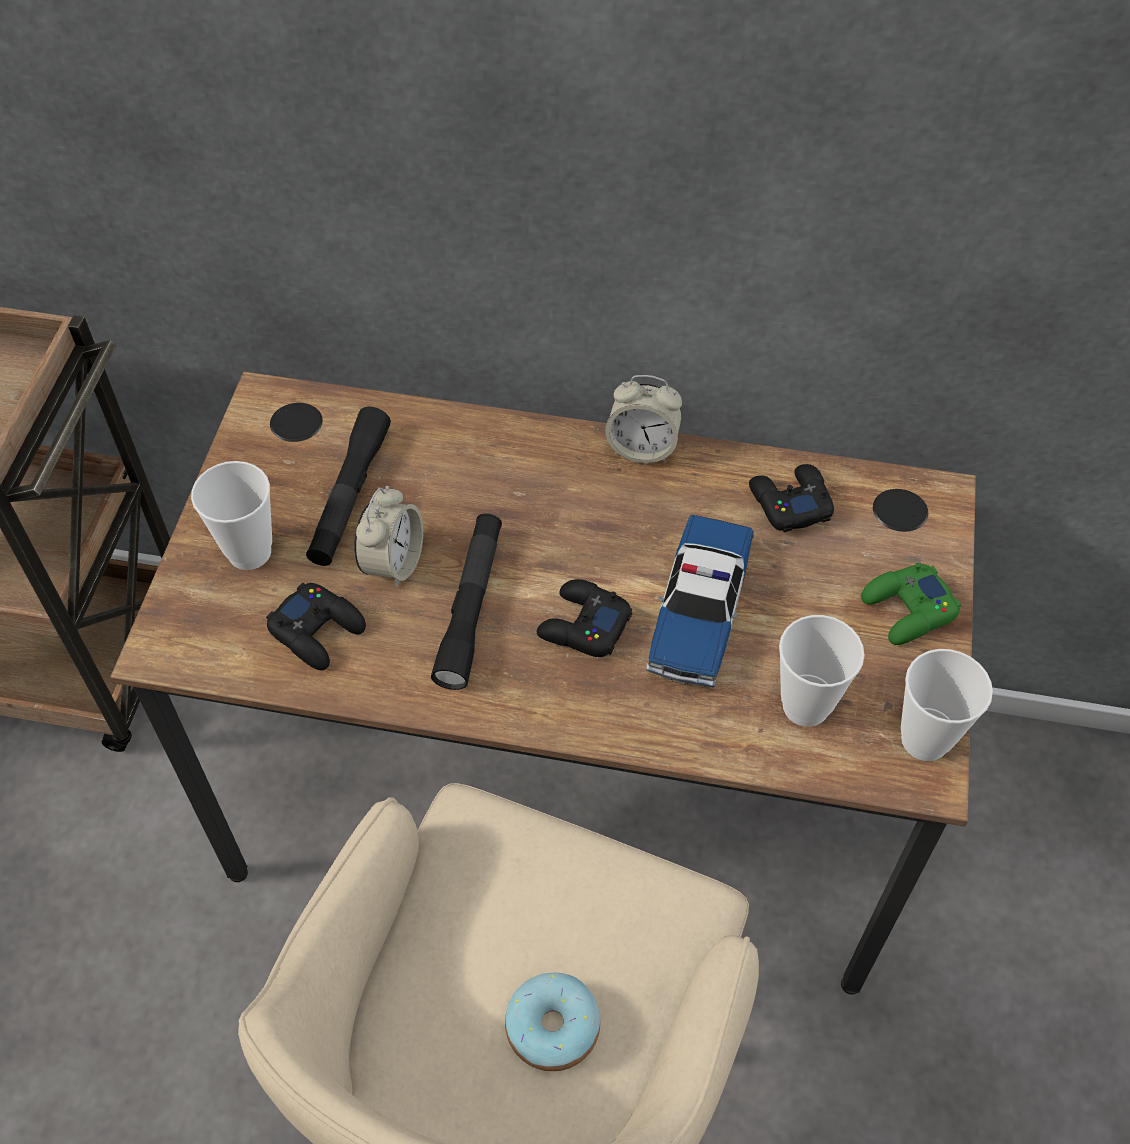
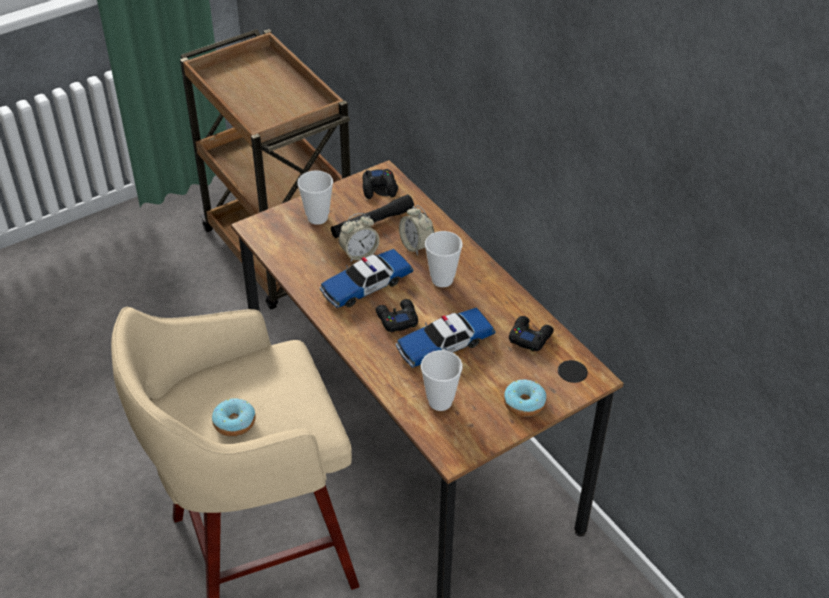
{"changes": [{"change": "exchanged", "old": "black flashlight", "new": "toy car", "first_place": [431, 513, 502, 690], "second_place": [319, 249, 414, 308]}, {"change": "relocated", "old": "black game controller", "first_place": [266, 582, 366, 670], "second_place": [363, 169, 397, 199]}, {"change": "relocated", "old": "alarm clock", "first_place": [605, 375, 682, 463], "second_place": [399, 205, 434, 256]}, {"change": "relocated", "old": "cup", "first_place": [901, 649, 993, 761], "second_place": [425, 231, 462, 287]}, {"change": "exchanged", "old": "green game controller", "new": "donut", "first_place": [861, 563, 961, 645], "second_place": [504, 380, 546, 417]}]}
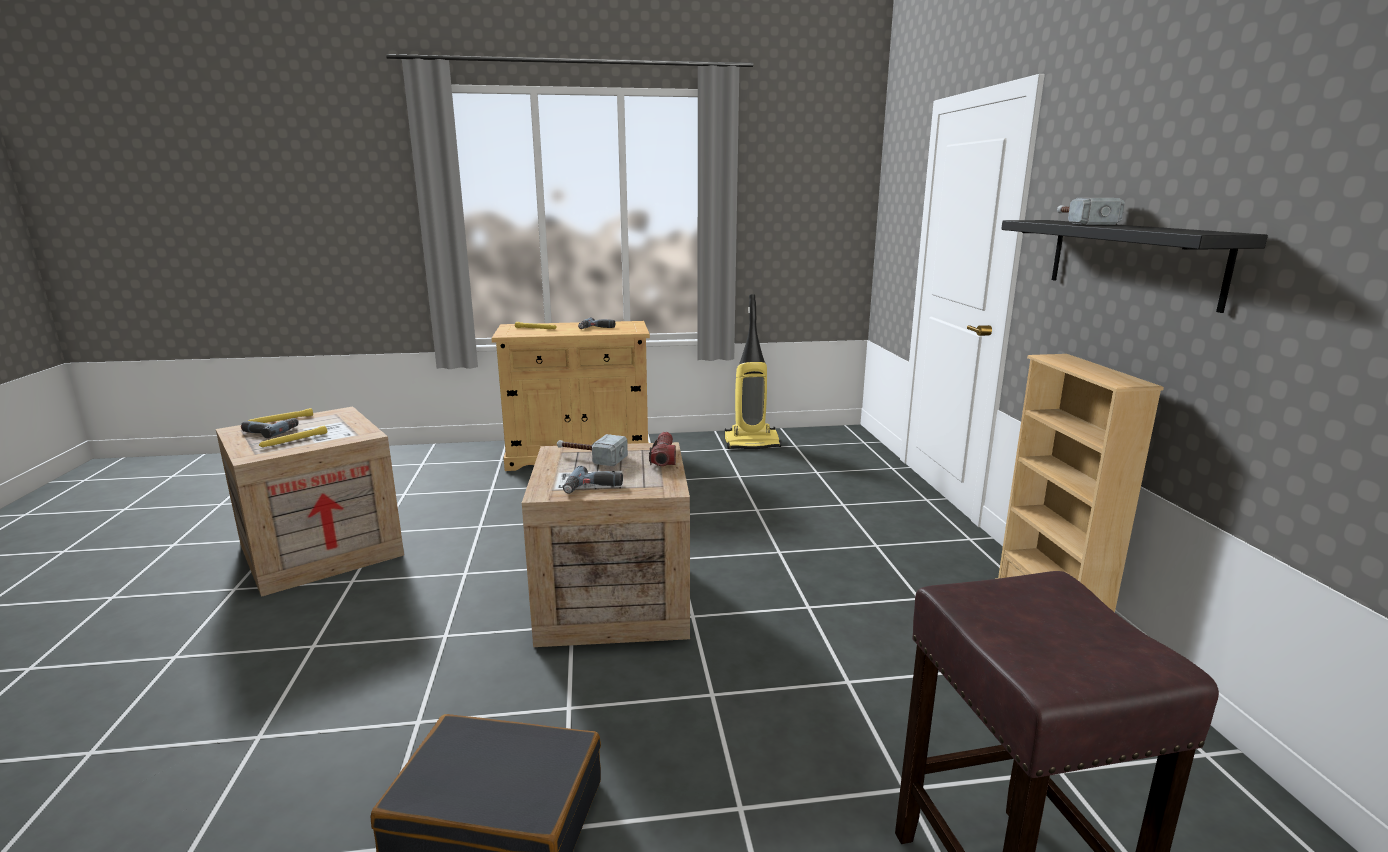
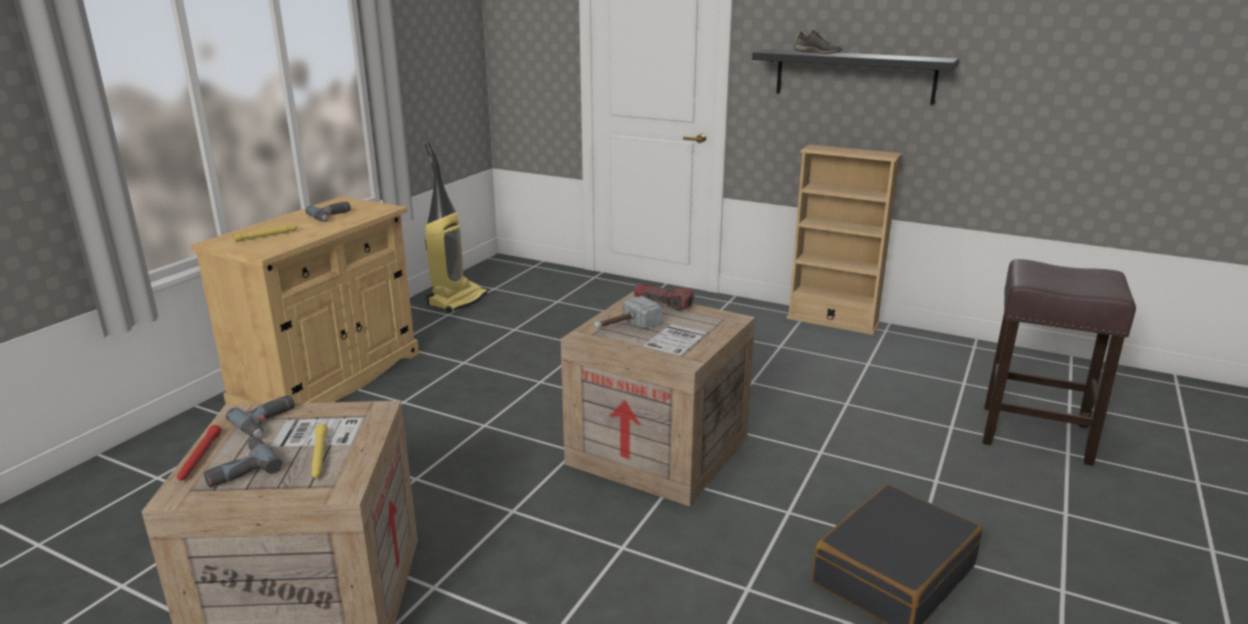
{"changes": [{"change": "colour", "old": "yellow flashlight", "new": "red flashlight", "first_place": [248, 408, 313, 423], "second_place": [177, 425, 222, 481]}, {"change": "relocated", "old": "power drill", "first_place": [563, 466, 623, 494], "second_place": [226, 395, 295, 438]}, {"change": "exchanged", "old": "hammer", "new": "grey shoe", "first_place": [1057, 198, 1125, 225], "second_place": [795, 30, 842, 54]}]}
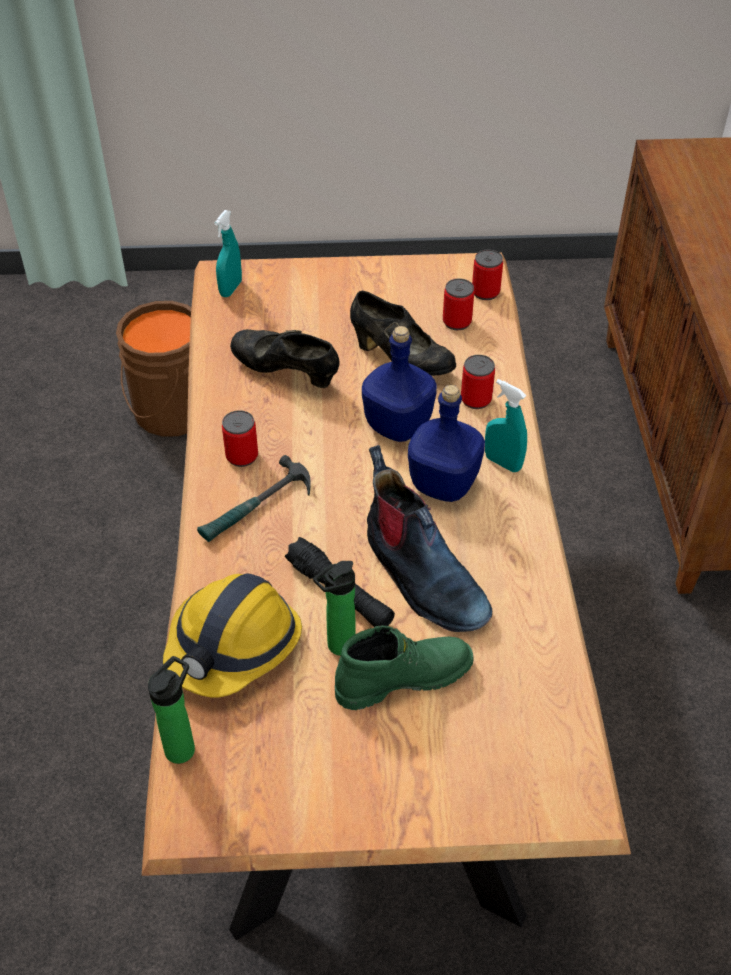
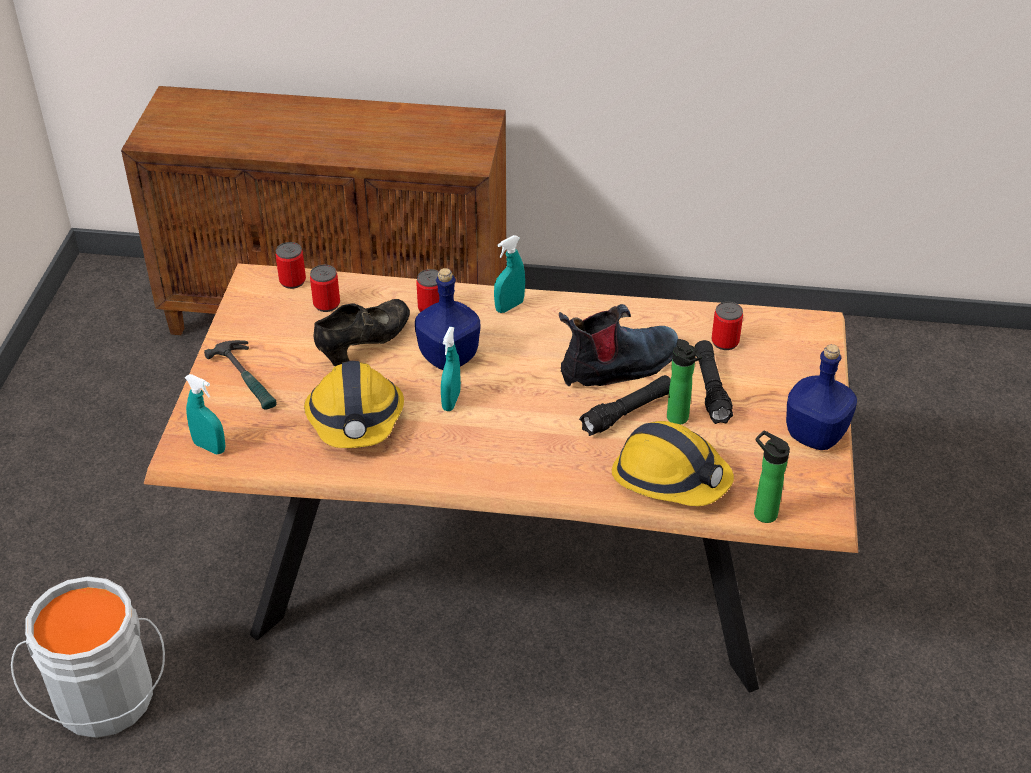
{"changes": [{"change": "colour", "old": "brown bucket", "new": "grey bucket", "first_place": [116, 301, 191, 437], "second_place": [11, 576, 165, 738]}, {"change": "relocated", "old": "hammer", "first_place": [197, 455, 311, 542], "second_place": [204, 340, 276, 409]}, {"change": "exchanged", "old": "black shoe", "new": "hard hat", "first_place": [230, 329, 339, 388], "second_place": [304, 361, 404, 448]}, {"change": "appeared", "new": "turquoise spray bottle", "second_place": [441, 327, 461, 411]}, {"change": "exchanged", "old": "green boot", "new": "black flashlight", "first_place": [335, 626, 473, 710], "second_place": [695, 340, 733, 424]}, {"change": "relocated", "old": "can", "first_place": [222, 410, 258, 467], "second_place": [712, 302, 743, 350]}, {"change": "relocated", "old": "blue bottle", "first_place": [408, 385, 485, 502], "second_place": [786, 344, 857, 450]}]}
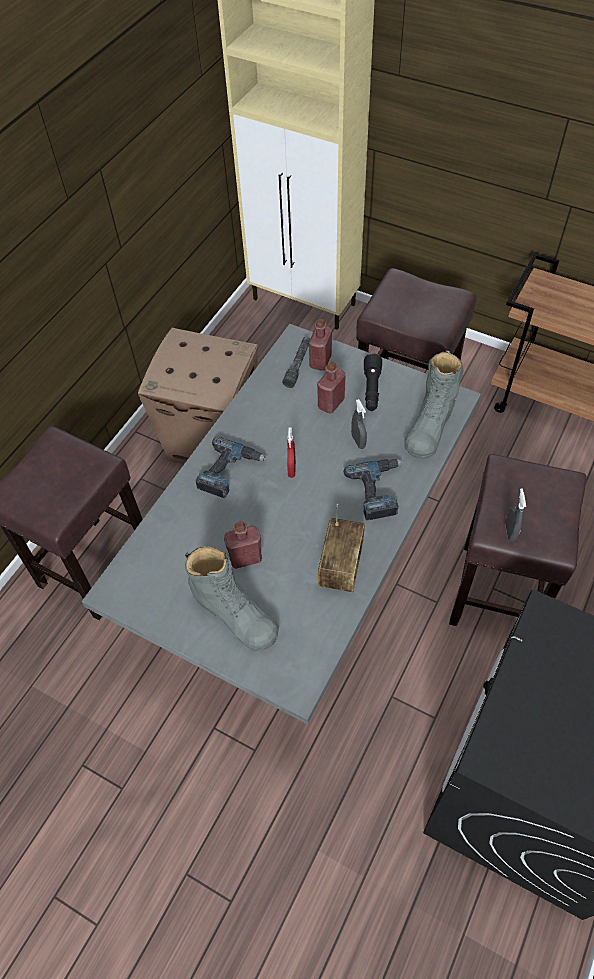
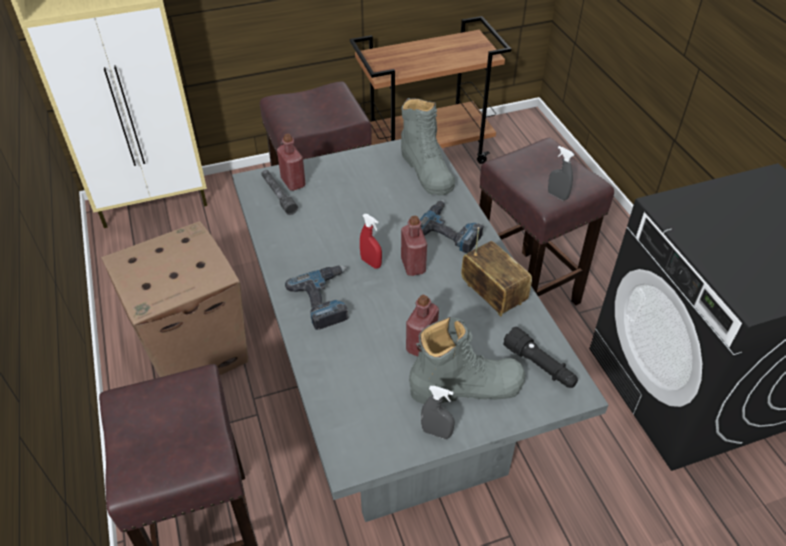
{"changes": [{"change": "relocated", "old": "red bottle", "first_place": [317, 361, 346, 413], "second_place": [401, 215, 427, 276]}, {"change": "relocated", "old": "grey spray bottle", "first_place": [351, 399, 367, 449], "second_place": [421, 386, 455, 439]}, {"change": "relocated", "old": "black flashlight", "first_place": [364, 354, 382, 411], "second_place": [503, 326, 578, 388]}]}
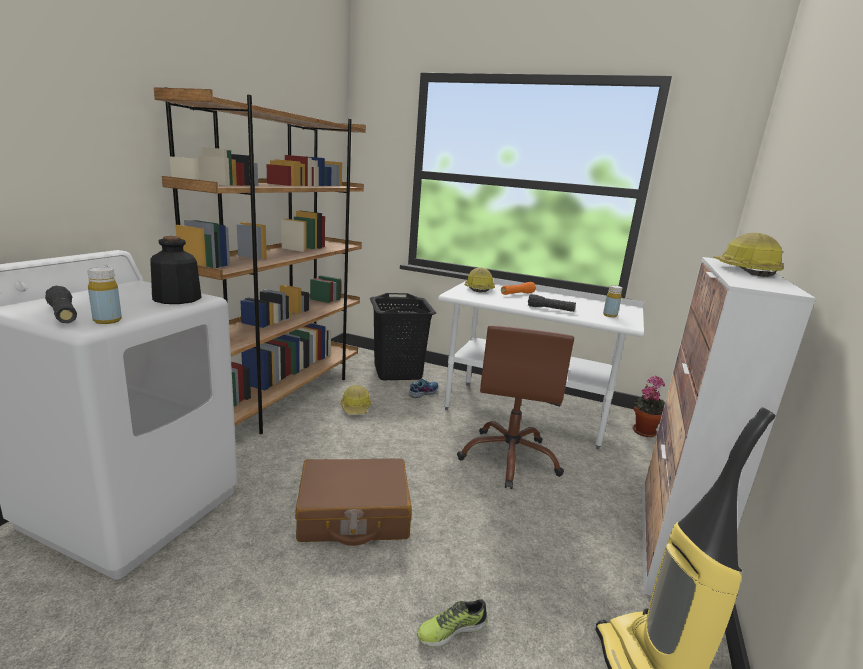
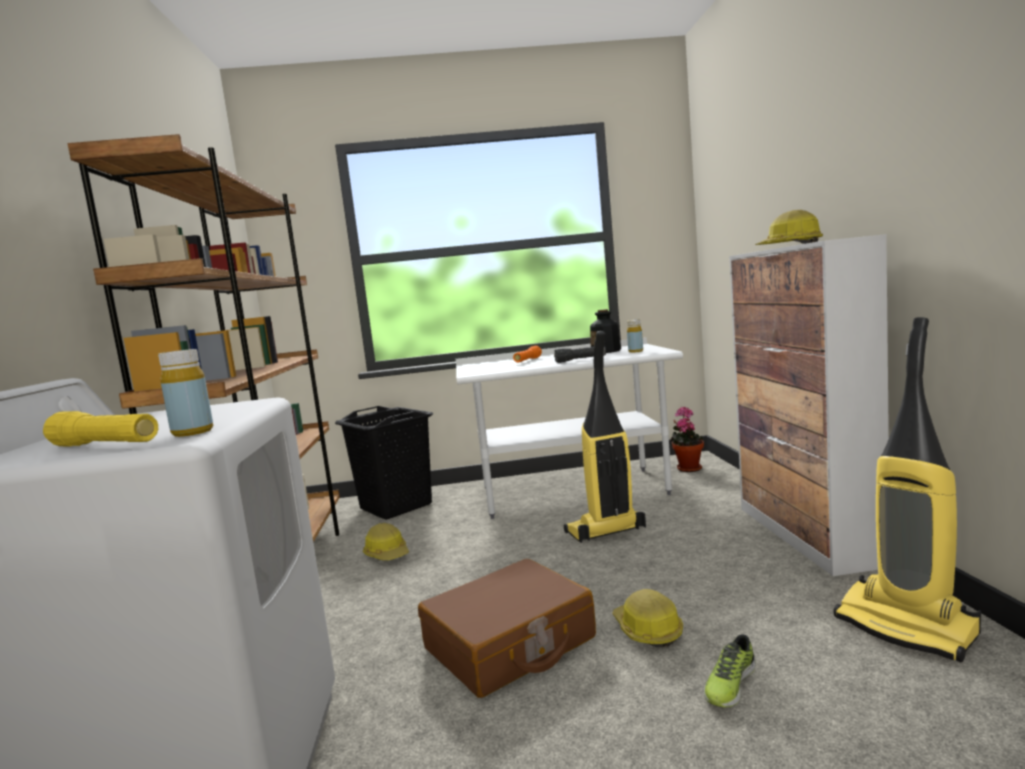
{"changes": [{"change": "colour", "old": "black flashlight", "new": "yellow flashlight", "first_place": [45, 286, 77, 323], "second_place": [43, 411, 158, 446]}, {"change": "exchanged", "old": "brown office chair", "new": "vacuum cleaner", "first_place": [457, 325, 574, 489], "second_place": [564, 331, 646, 543]}, {"change": "relocated", "old": "bottle", "first_place": [150, 236, 202, 304], "second_place": [590, 309, 621, 353]}, {"change": "relocated", "old": "hard hat", "first_place": [465, 267, 495, 292], "second_place": [612, 589, 683, 647]}, {"change": "missing", "old": "shoe", "first_place": [409, 376, 439, 398]}]}
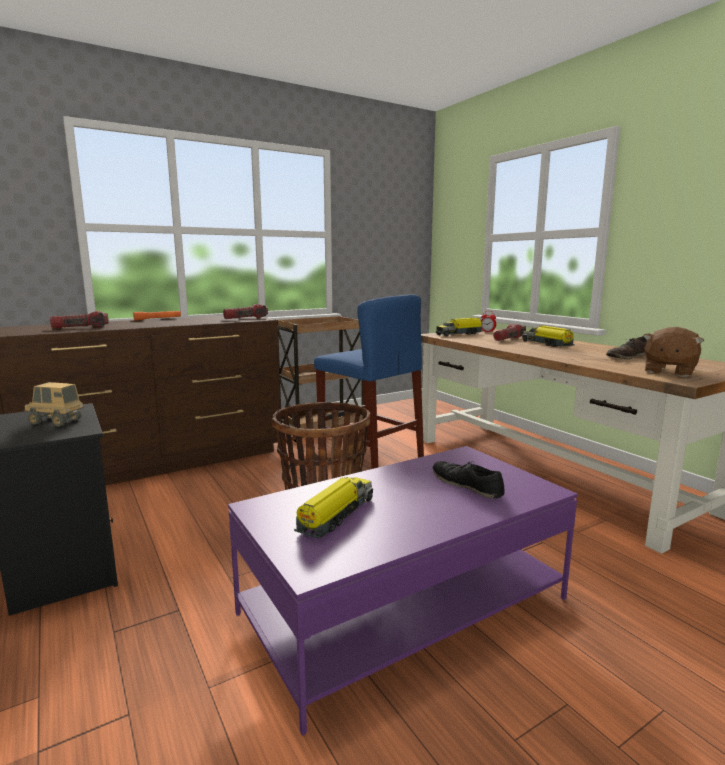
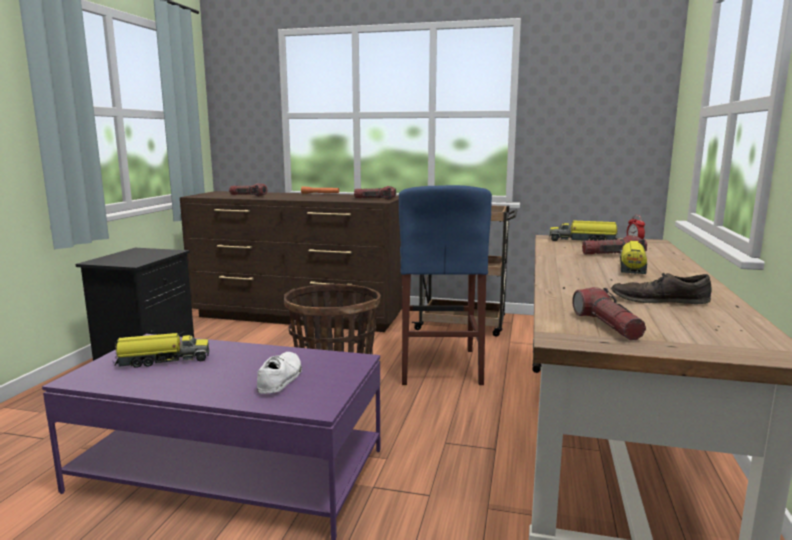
{"changes": [{"change": "colour", "old": "black shoe", "new": "white shoe", "first_place": [433, 461, 505, 499], "second_place": [257, 352, 302, 394]}, {"change": "exchanged", "old": "brown plush toy", "new": "flashlight", "first_place": [643, 327, 704, 377], "second_place": [572, 287, 646, 340]}, {"change": "missing", "old": "toy truck", "first_place": [24, 382, 84, 427]}]}
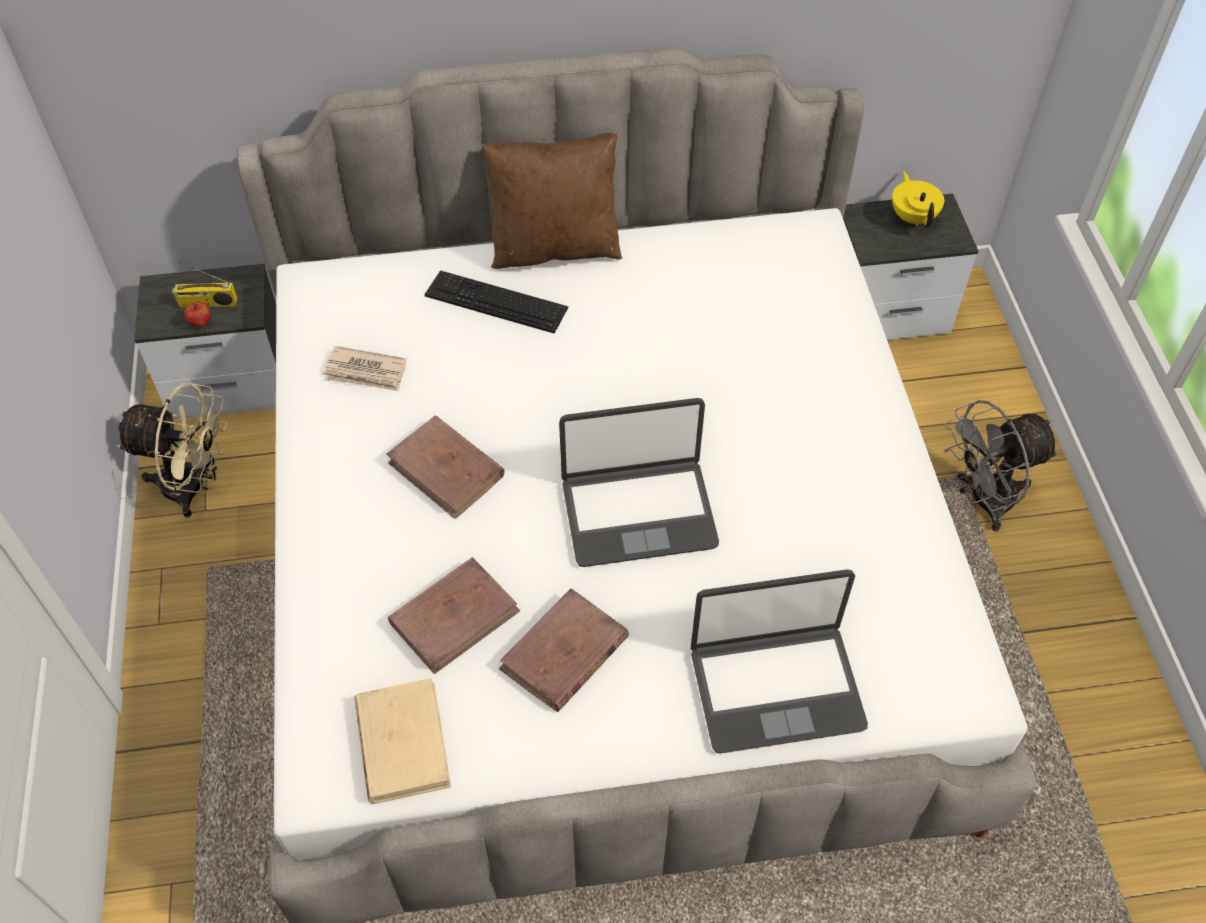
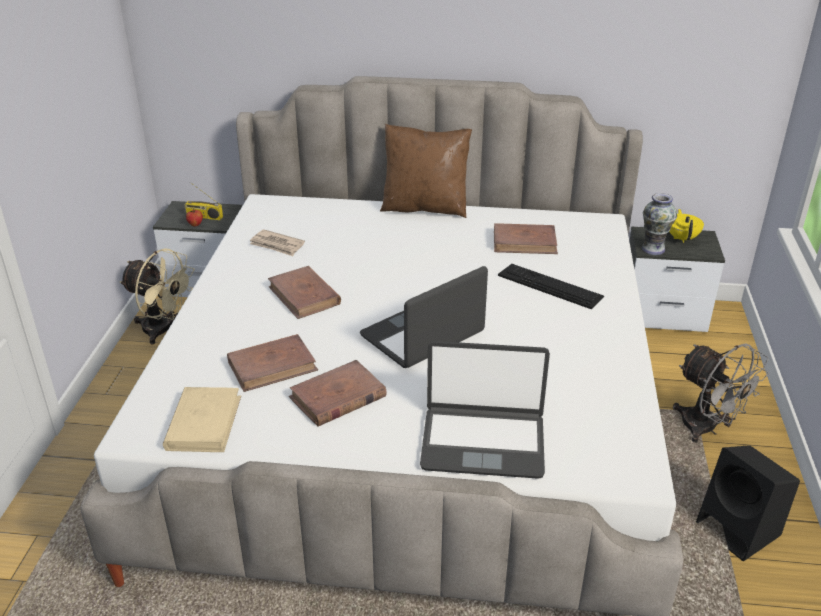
{"changes": [{"change": "spun", "old": "laptop", "first_place": [559, 398, 719, 567], "second_place": [360, 266, 488, 368], "degrees": 135}, {"change": "appeared", "new": "brown book", "second_place": [494, 223, 558, 254]}, {"change": "relocated", "old": "keyboard", "first_place": [425, 270, 569, 334], "second_place": [498, 264, 604, 309]}, {"change": "appeared", "new": "vase", "second_place": [641, 193, 677, 255]}, {"change": "spun", "old": "grey fan", "first_place": [944, 400, 1059, 532], "second_place": [673, 343, 769, 443], "degrees": -120}, {"change": "appeared", "new": "black speaker", "second_place": [696, 445, 800, 561]}]}
